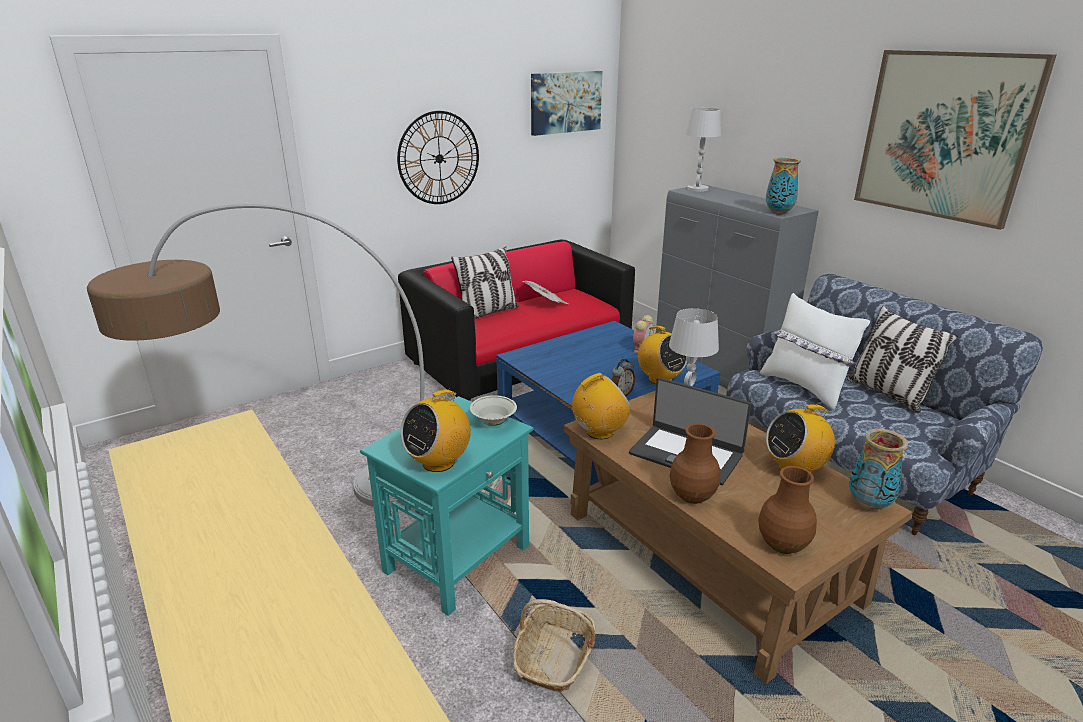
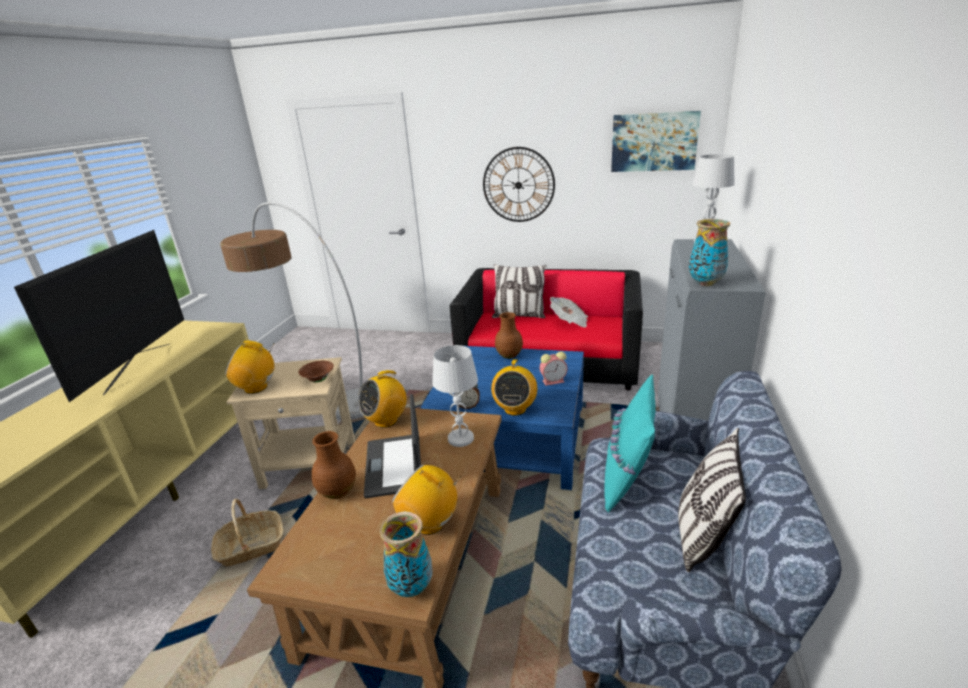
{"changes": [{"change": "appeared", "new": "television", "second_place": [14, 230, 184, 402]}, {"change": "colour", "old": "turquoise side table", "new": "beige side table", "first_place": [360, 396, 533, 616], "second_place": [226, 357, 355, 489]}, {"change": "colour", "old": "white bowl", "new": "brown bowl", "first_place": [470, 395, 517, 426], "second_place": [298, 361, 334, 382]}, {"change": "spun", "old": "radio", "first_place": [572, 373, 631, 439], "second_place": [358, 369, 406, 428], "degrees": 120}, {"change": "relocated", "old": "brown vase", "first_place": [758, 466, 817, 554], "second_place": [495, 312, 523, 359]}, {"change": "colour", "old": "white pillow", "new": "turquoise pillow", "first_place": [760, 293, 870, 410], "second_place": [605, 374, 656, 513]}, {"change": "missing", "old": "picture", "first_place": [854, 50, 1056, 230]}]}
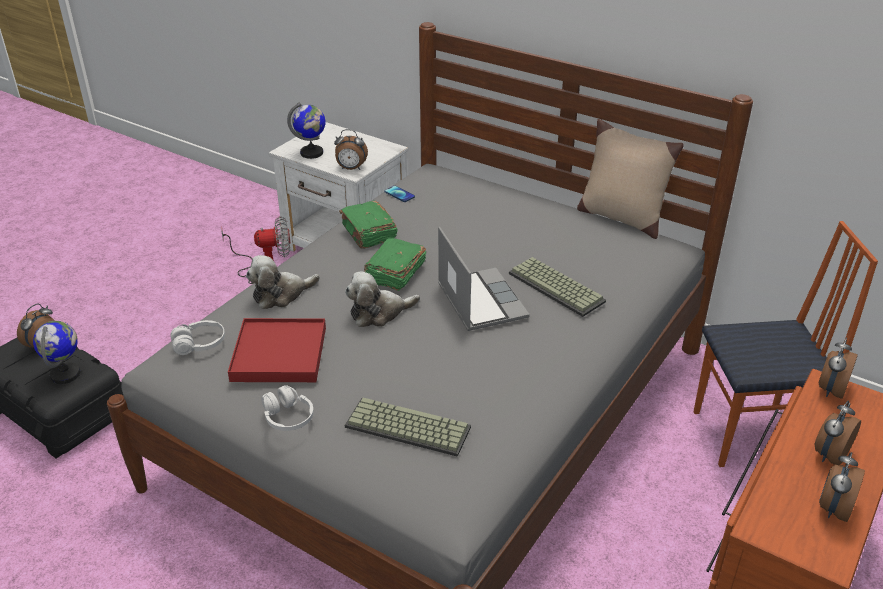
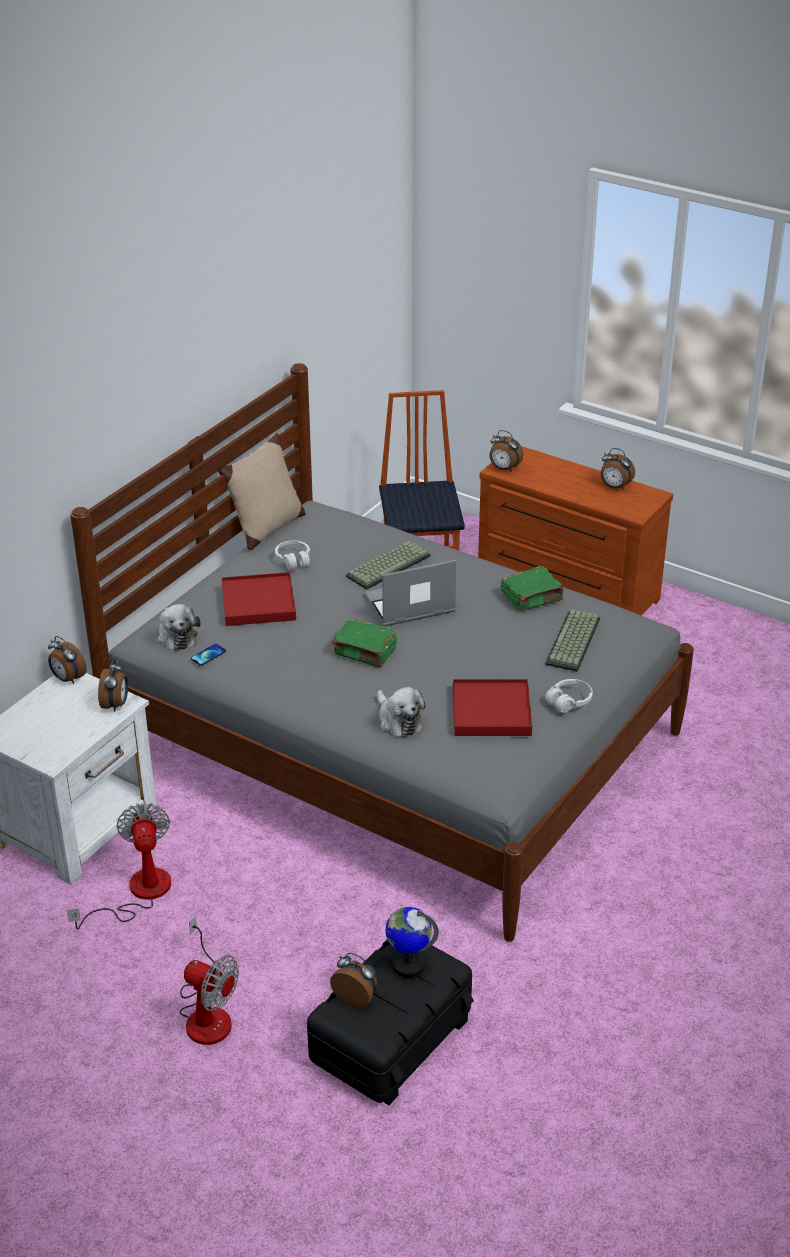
{"changes": [{"change": "relocated", "old": "alarm clock", "first_place": [815, 401, 861, 466], "second_place": [48, 636, 87, 684]}, {"change": "relocated", "old": "plush toy", "first_place": [345, 271, 420, 327], "second_place": [157, 604, 201, 651]}, {"change": "appeared", "new": "fan", "second_place": [180, 915, 239, 1045]}, {"change": "appeared", "new": "red tray", "second_place": [222, 572, 296, 626]}, {"change": "relocated", "old": "white headphones", "first_place": [170, 320, 225, 355], "second_place": [275, 540, 310, 570]}, {"change": "relocated", "old": "green book", "first_place": [339, 201, 398, 249], "second_place": [501, 566, 564, 611]}, {"change": "missing", "old": "globe", "first_place": [287, 102, 326, 159]}]}
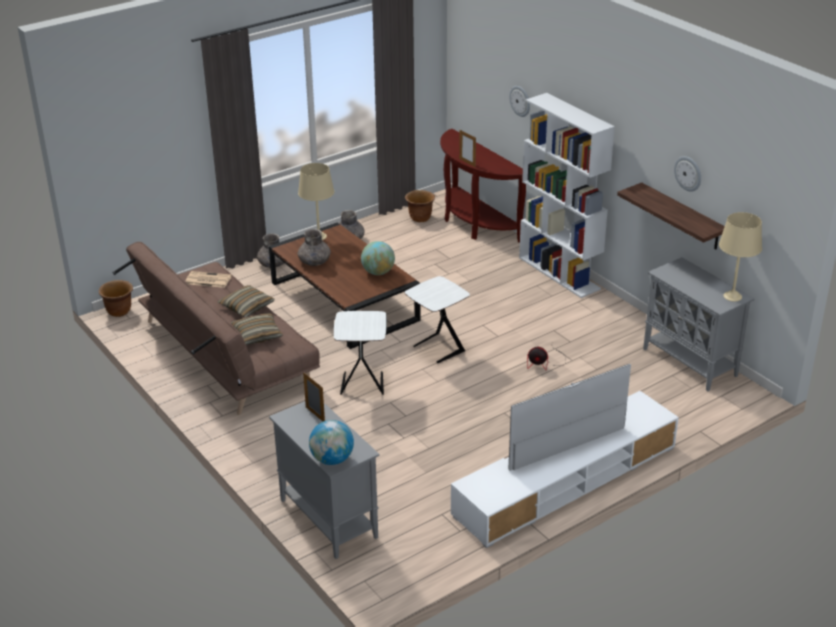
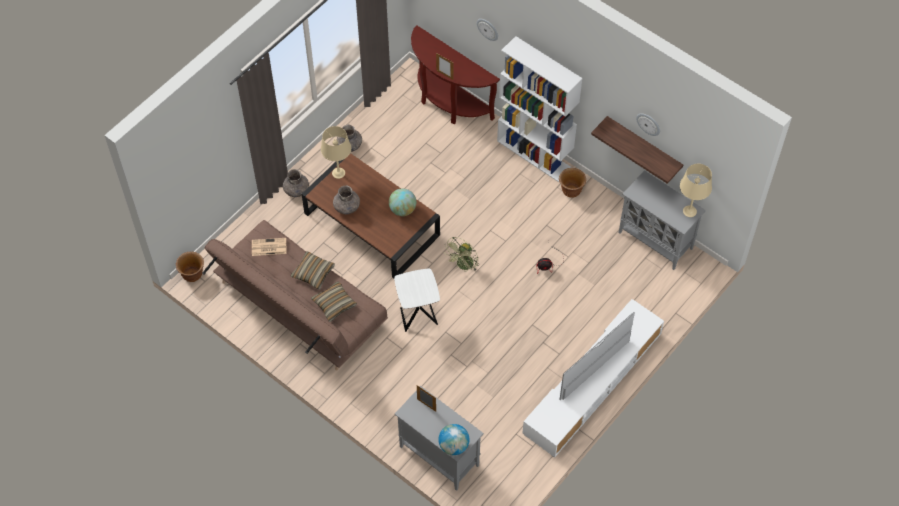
{"changes": [{"change": "exchanged", "old": "white side table", "new": "green fan", "first_place": [405, 276, 470, 363], "second_place": [444, 237, 479, 272]}, {"change": "relocated", "old": "brown planter", "first_place": [405, 190, 435, 222], "second_place": [559, 168, 586, 198]}]}
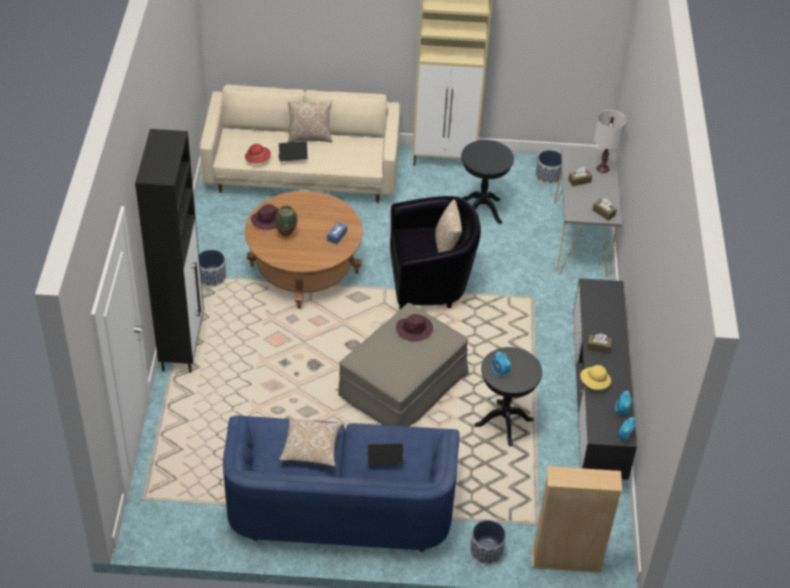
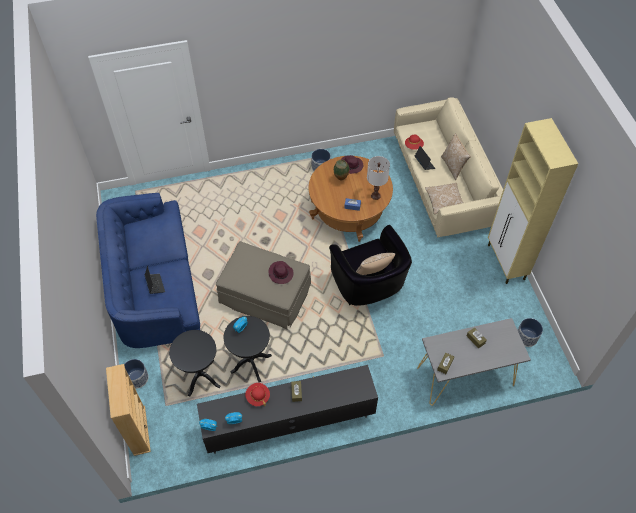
{"changes": [{"change": "relocated", "old": "black side table", "first_place": [461, 140, 514, 224], "second_place": [169, 330, 221, 396]}, {"change": "colour", "old": "yellow hat", "new": "red hat", "first_place": [580, 365, 611, 390], "second_place": [245, 383, 270, 406]}, {"change": "relocated", "old": "white table lamp", "first_place": [594, 110, 627, 173], "second_place": [367, 156, 390, 200]}, {"change": "relocated", "old": "pillow", "first_place": [279, 418, 342, 467], "second_place": [425, 183, 464, 214]}, {"change": "missing", "old": "black cabinet", "first_place": [135, 129, 204, 373]}]}
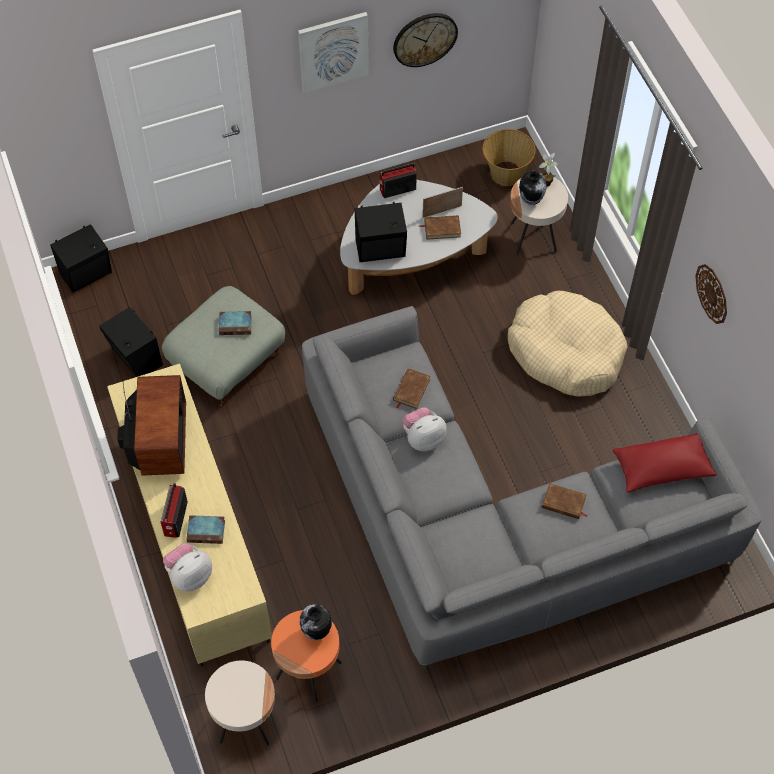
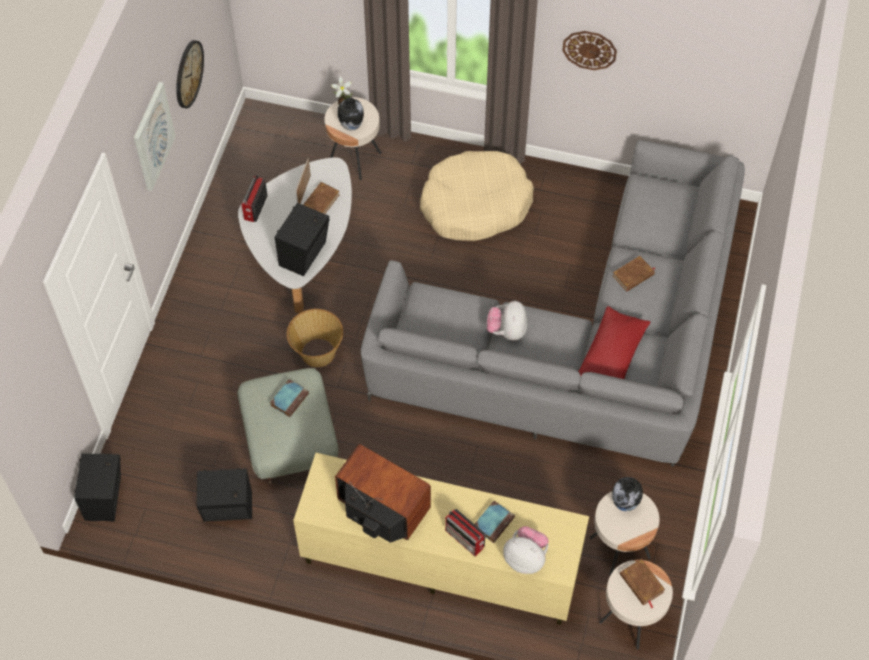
{"changes": [{"change": "relocated", "old": "basket", "first_place": [482, 129, 536, 186], "second_place": [287, 309, 343, 367]}, {"change": "spun", "old": "plush toy", "first_place": [163, 543, 212, 591], "second_place": [503, 526, 549, 574], "degrees": 120}, {"change": "relocated", "old": "red pillow", "first_place": [613, 433, 717, 492], "second_place": [578, 306, 651, 379]}, {"change": "colour", "old": "orange side table", "new": "beige side table", "first_place": [271, 610, 342, 702], "second_place": [589, 491, 659, 575]}, {"change": "relocated", "old": "brown book", "first_place": [393, 368, 430, 409], "second_place": [620, 559, 665, 608]}]}
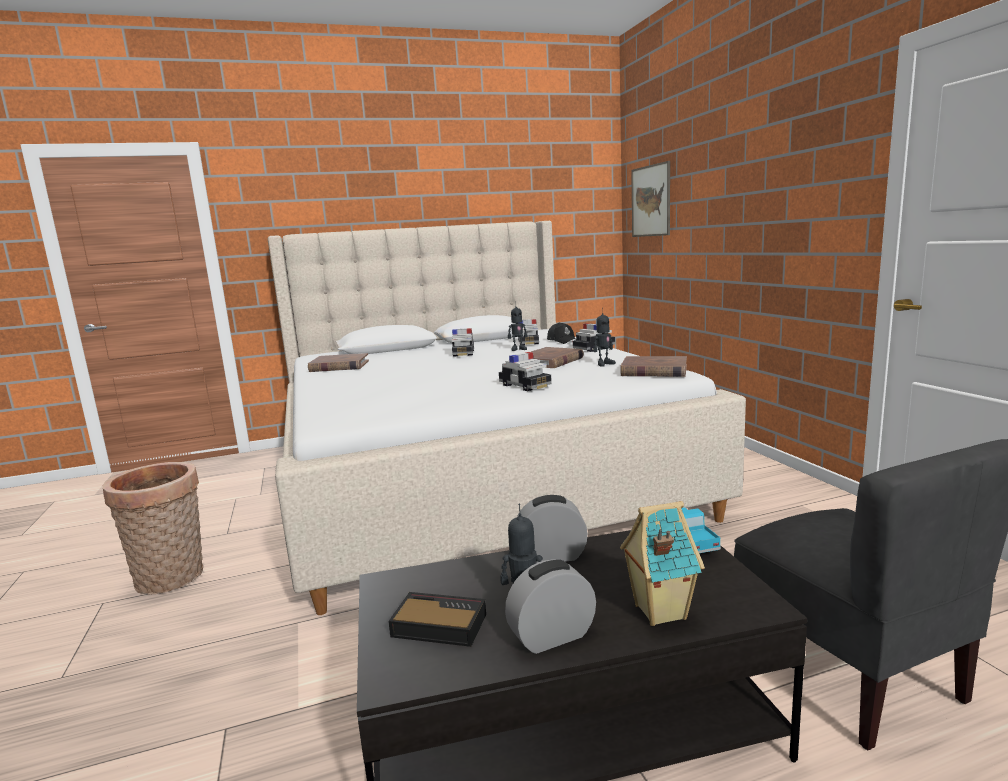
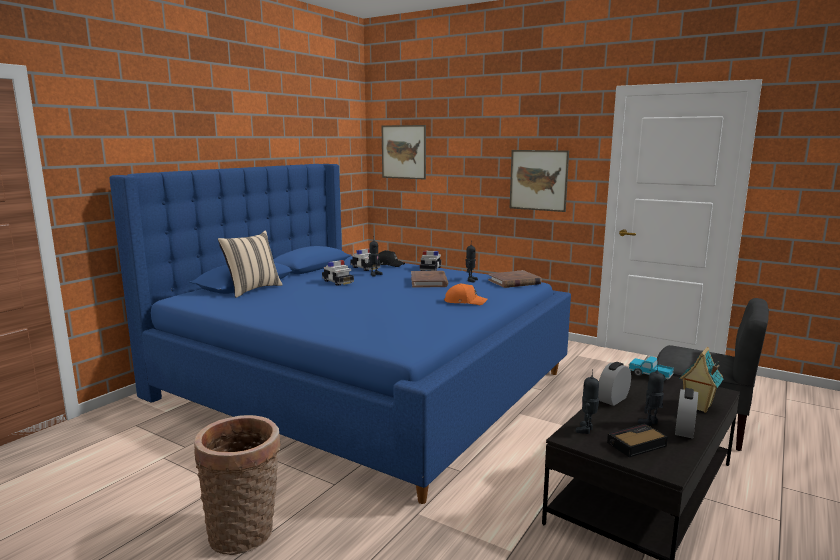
{"changes": [{"change": "colour", "old": "beige bed", "new": "blue bed", "first_place": [268, 221, 746, 615], "second_place": [109, 164, 571, 504]}, {"change": "appeared", "new": "beige pillow", "second_place": [218, 231, 283, 298]}, {"change": "exchanged", "old": "toy car", "new": "orange cap", "first_place": [499, 352, 552, 391], "second_place": [444, 283, 487, 305]}, {"change": "appeared", "new": "picture", "second_place": [510, 150, 569, 212]}, {"change": "appeared", "new": "toy robot", "second_place": [576, 369, 599, 434]}, {"change": "missing", "old": "brown book", "first_place": [308, 353, 369, 372]}]}
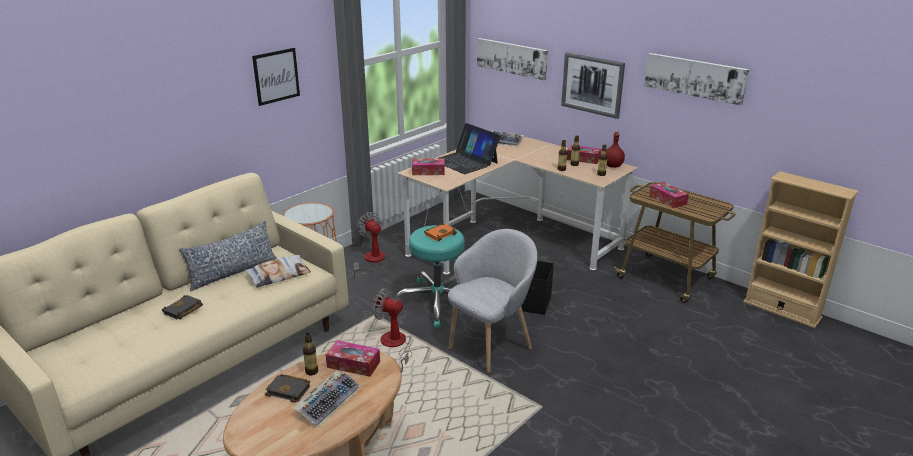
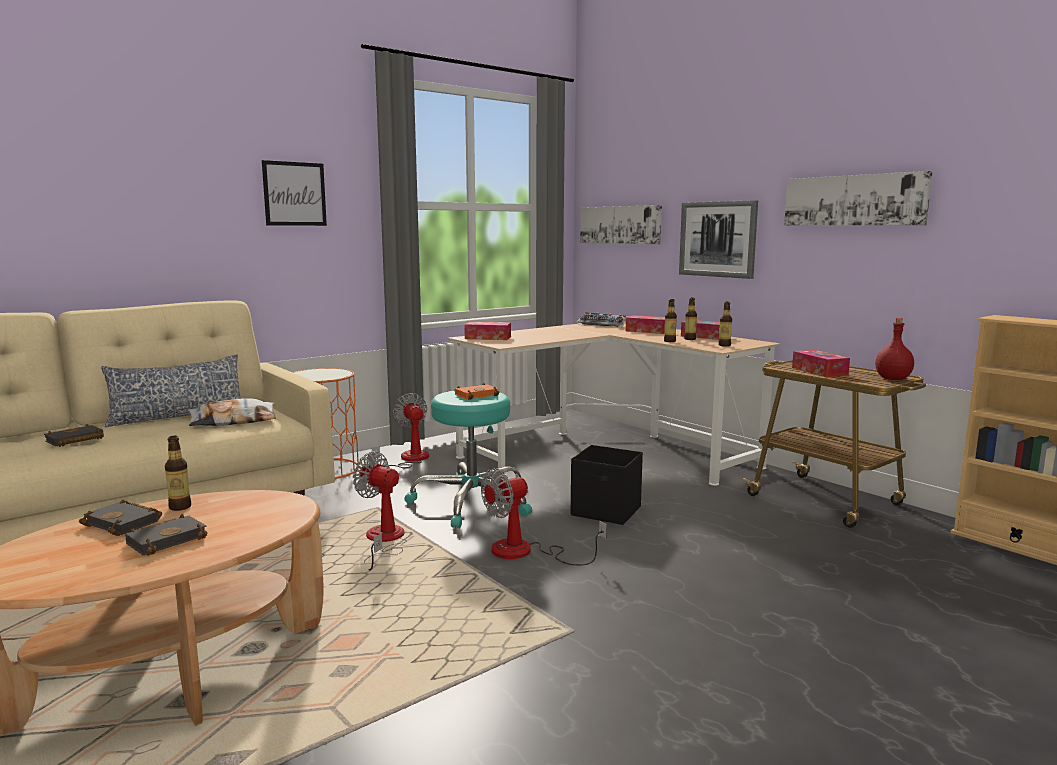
{"changes": [{"change": "exchanged", "old": "keyboard", "new": "black book", "first_place": [293, 370, 360, 428], "second_place": [125, 514, 207, 556]}, {"change": "exchanged", "old": "grey armchair", "new": "fan", "first_place": [448, 229, 537, 373], "second_place": [481, 468, 607, 566]}, {"change": "relocated", "old": "tissue box", "first_place": [326, 340, 380, 377], "second_place": [626, 315, 665, 334]}, {"change": "relocated", "old": "red bottle", "first_place": [606, 131, 625, 168], "second_place": [875, 318, 914, 380]}, {"change": "missing", "old": "laptop", "first_place": [436, 123, 500, 174]}]}
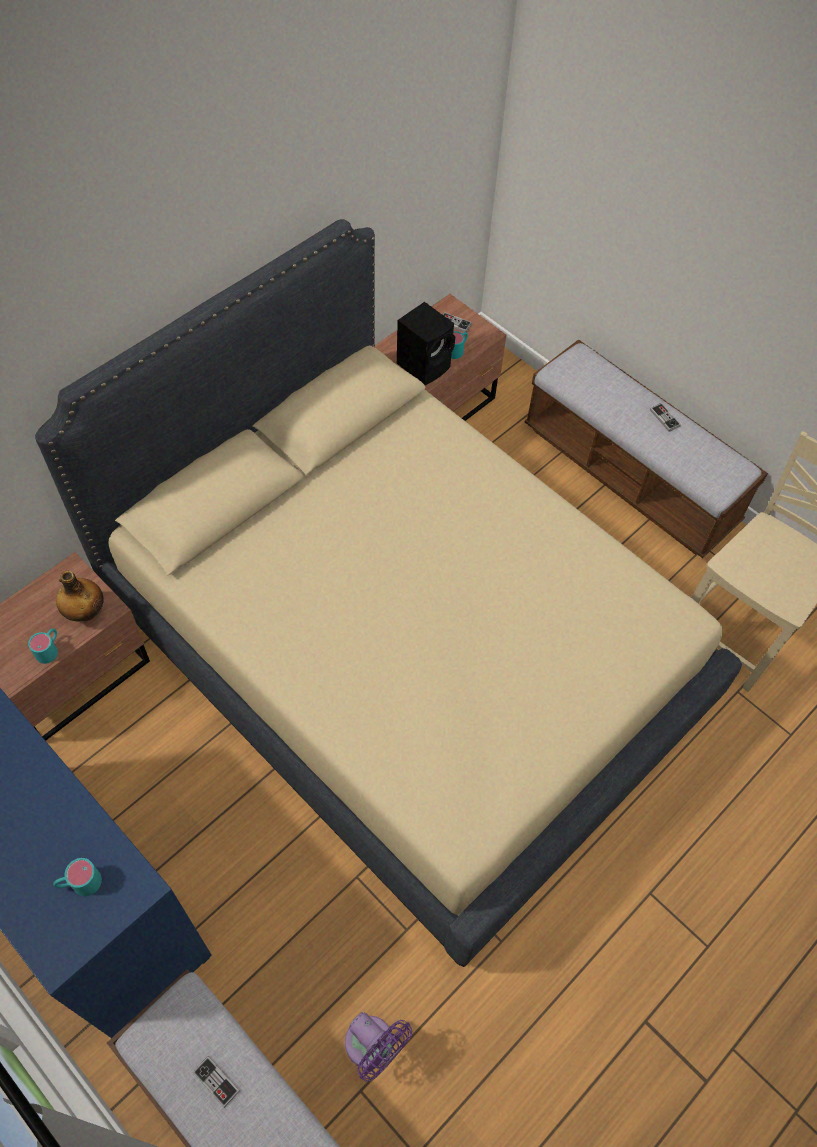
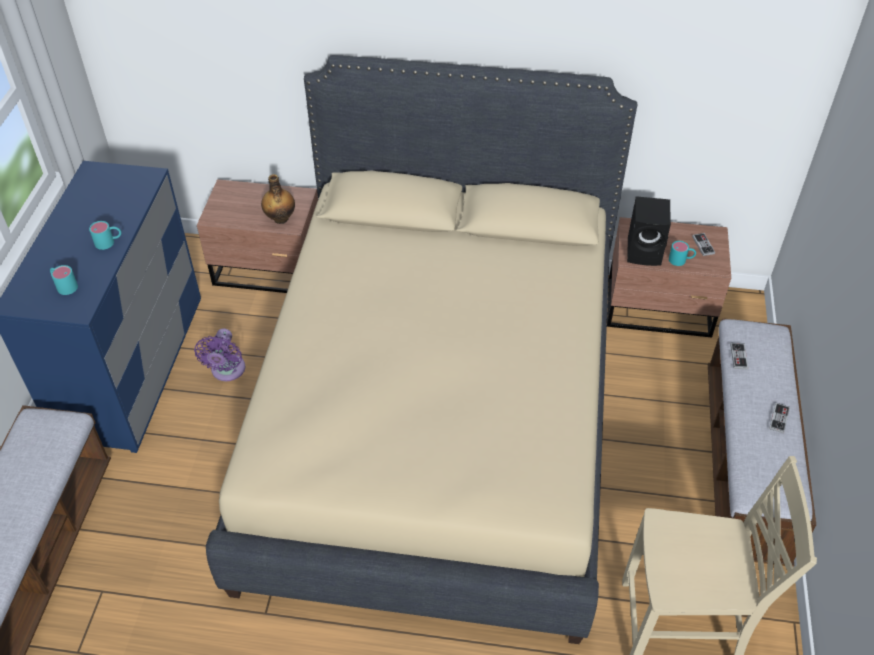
{"changes": [{"change": "relocated", "old": "turquoise mug", "first_place": [28, 628, 58, 664], "second_place": [89, 221, 121, 250]}, {"change": "relocated", "old": "purple fan", "first_place": [345, 1012, 412, 1082], "second_place": [194, 328, 246, 381]}, {"change": "relocated", "old": "game controller", "first_place": [193, 1056, 240, 1108], "second_place": [730, 343, 748, 370]}]}
